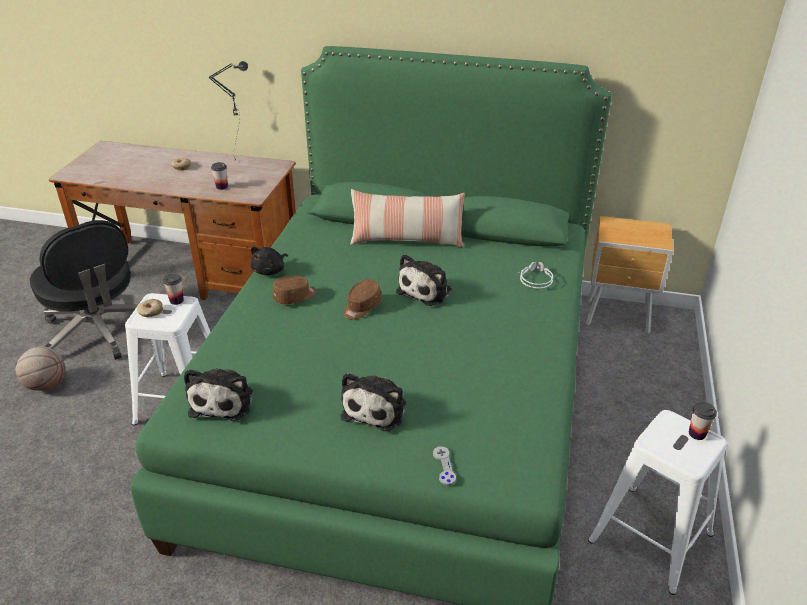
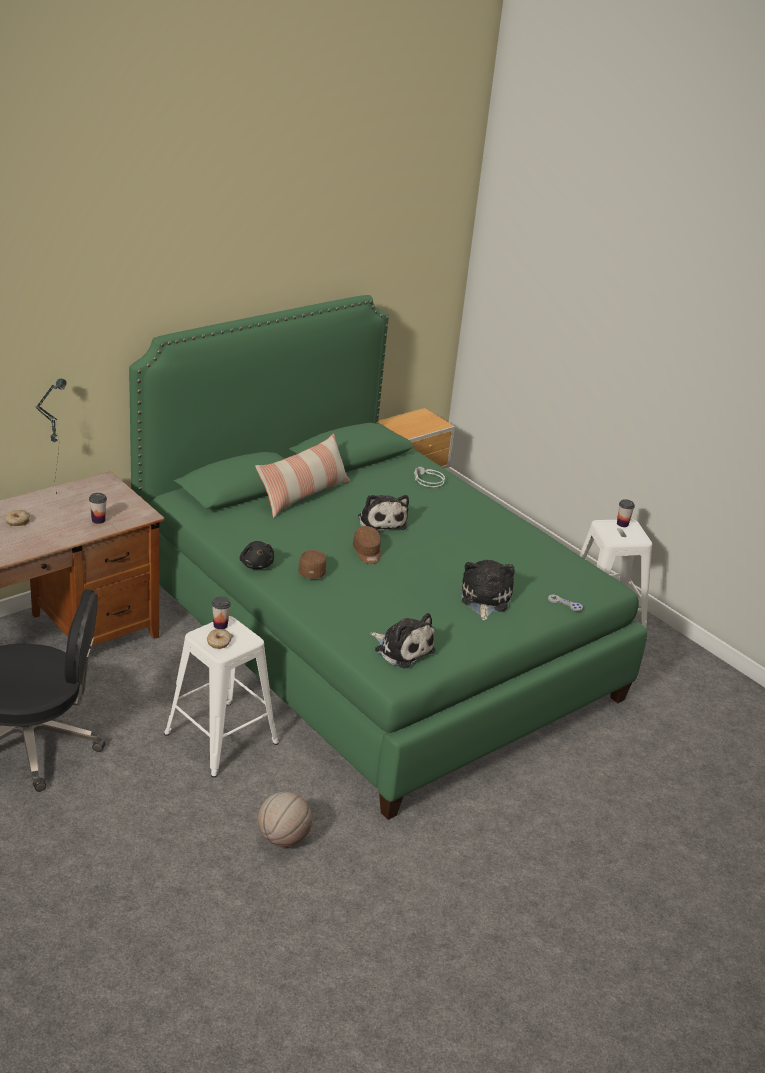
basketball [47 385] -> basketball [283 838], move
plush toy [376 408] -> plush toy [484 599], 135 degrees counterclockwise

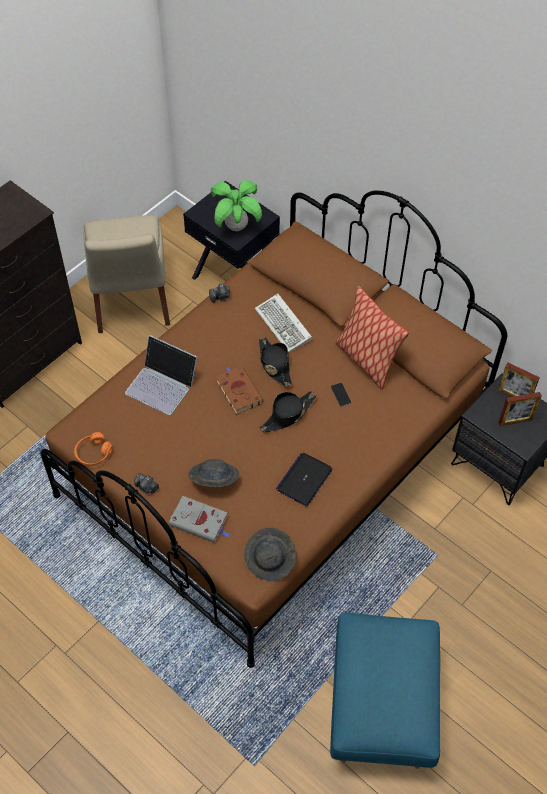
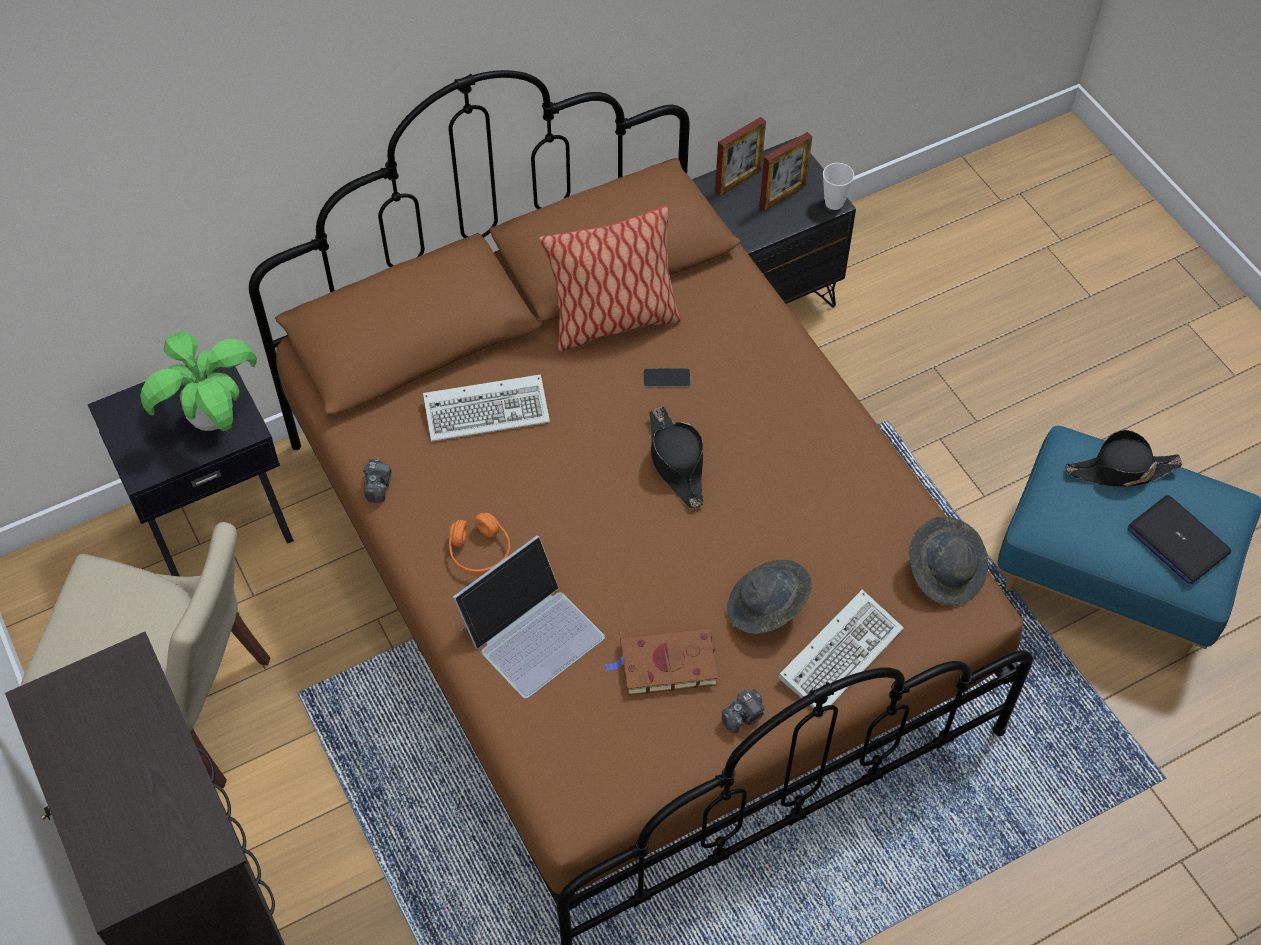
black hat [274 364] -> black hat [1121 470], move
brown book [238 391] -> brown book [665 665], move
picture frame [515 421] -> picture frame [782 196], 45 degrees clockwise
orange headphones [93 453] -> orange headphones [480 552], move
laptop [304 479] -> laptop [1177 540], move
grey book [200 521] -> keyboard [841 651]
none -> cup [834 203]

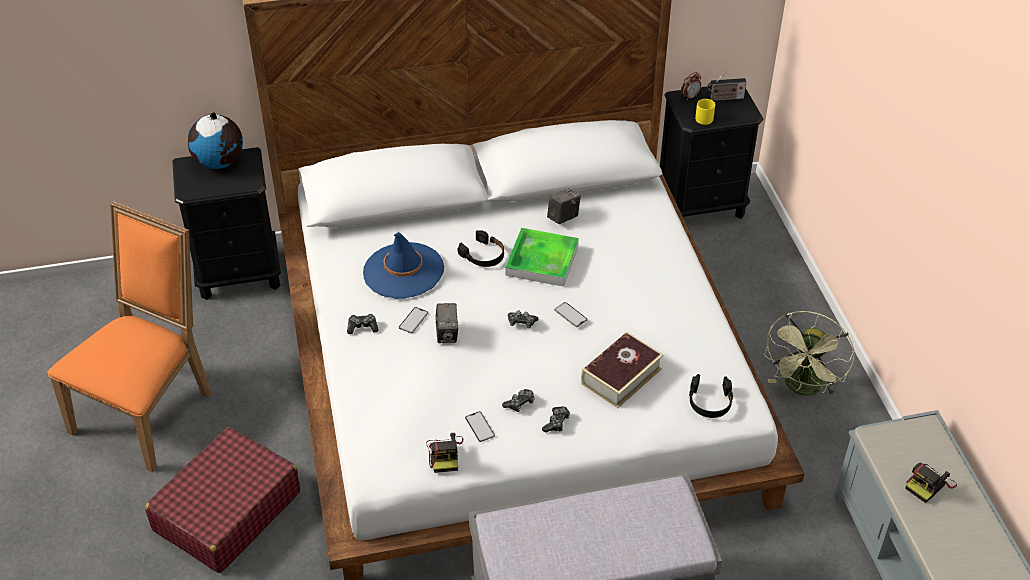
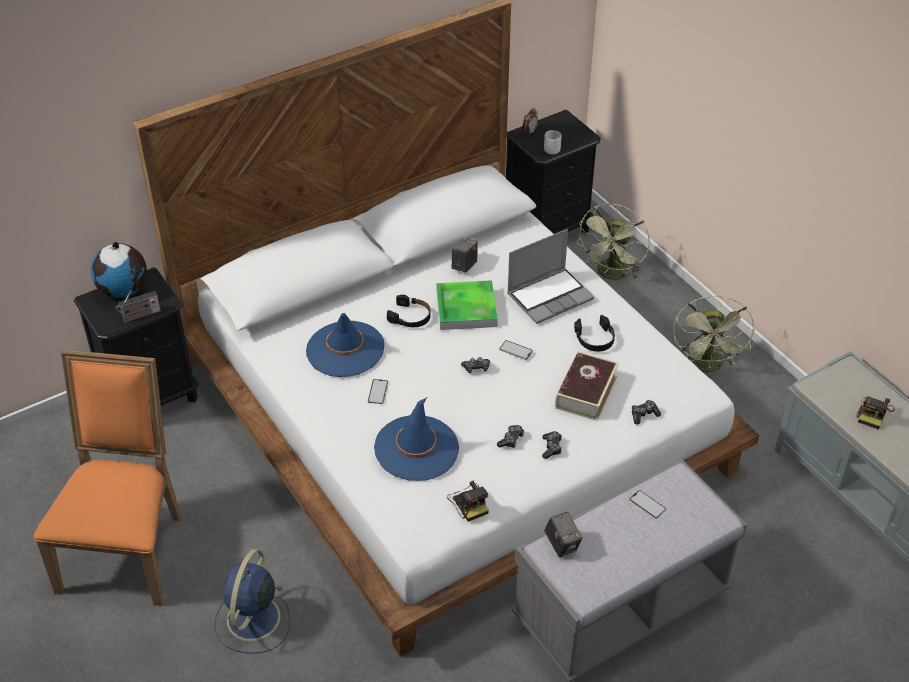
radio [724 98] -> radio [140 315], move
yellow mug [705 118] -> grey mug [553 148]
photo camera [447 334] -> photo camera [562 545], move
game controller [362 327] -> game controller [644 415], move
black headphones [710 401] -> black headphones [595 339], move
phone [480 427] -> phone [647 504], move
red suitcase [226 511] -> blue fan [252 620]
none -> green fan [612 275]
none -> laptop [550 296]
none -> blue hat [416 448]

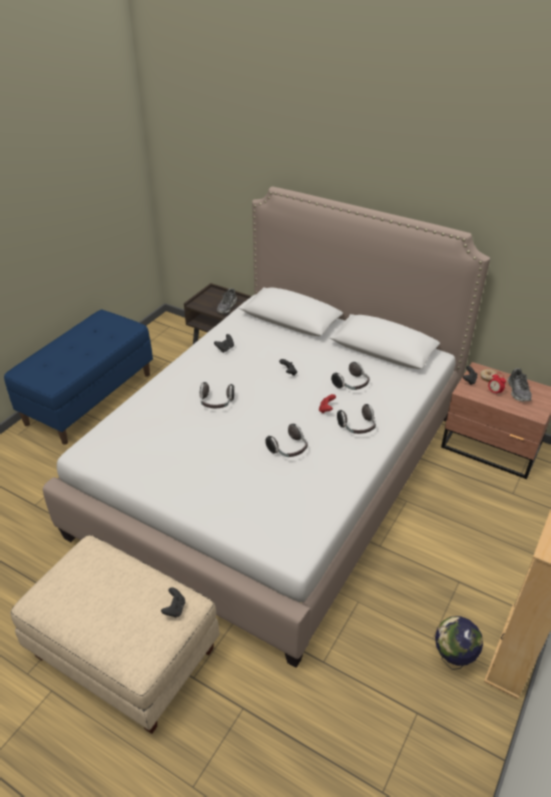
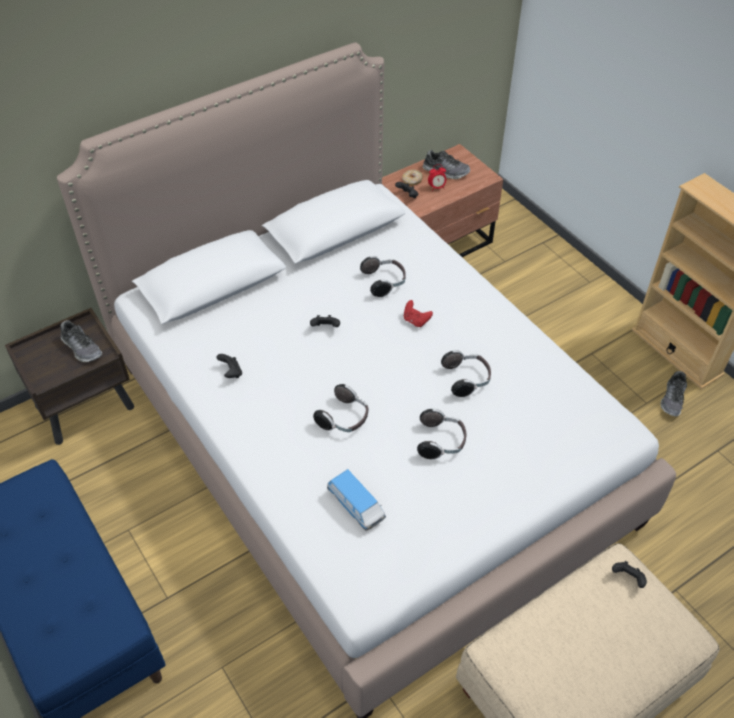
headphones [357 427] -> headphones [441 442], move
globe [452 659] -> shoe [672 399]
none -> toy car [356 505]

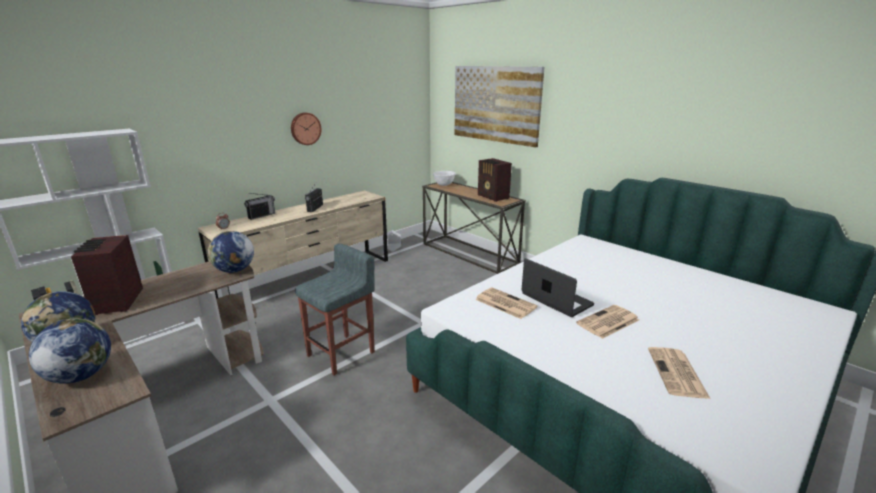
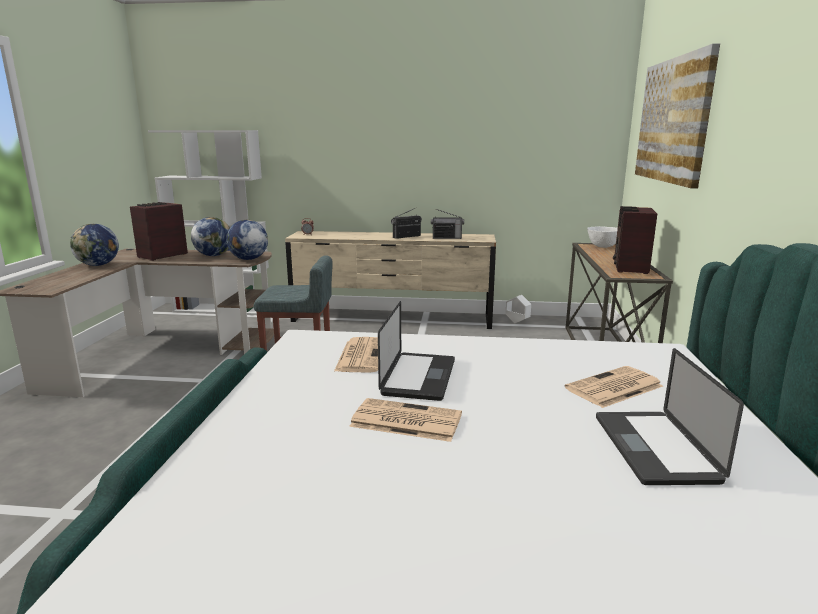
wall clock [305 128] -> none
radio [261 216] -> radio [447 238], move
globe [80 376] -> globe [214 255], move
newspaper [677 373] -> newspaper [613 388], move
none -> laptop [654 448]

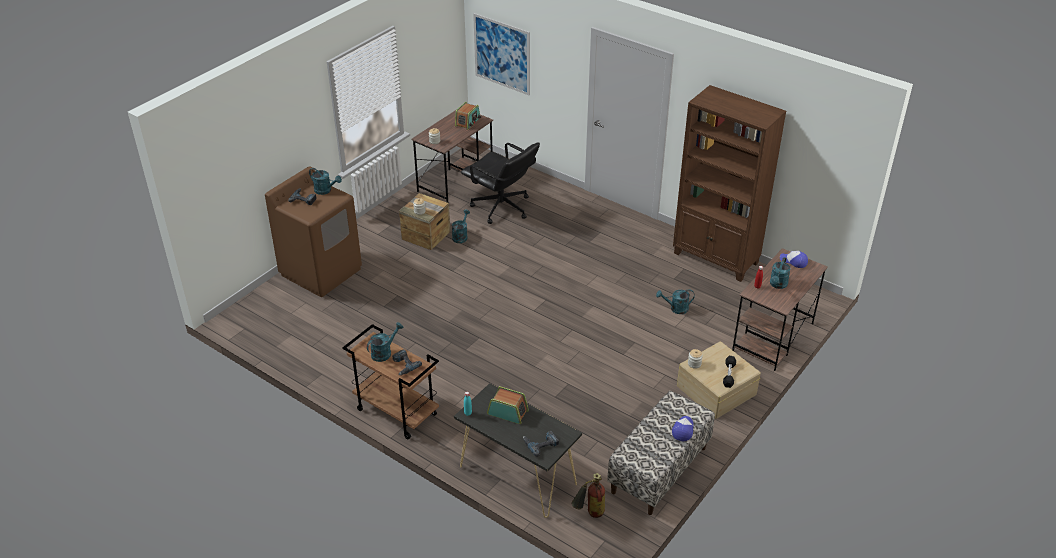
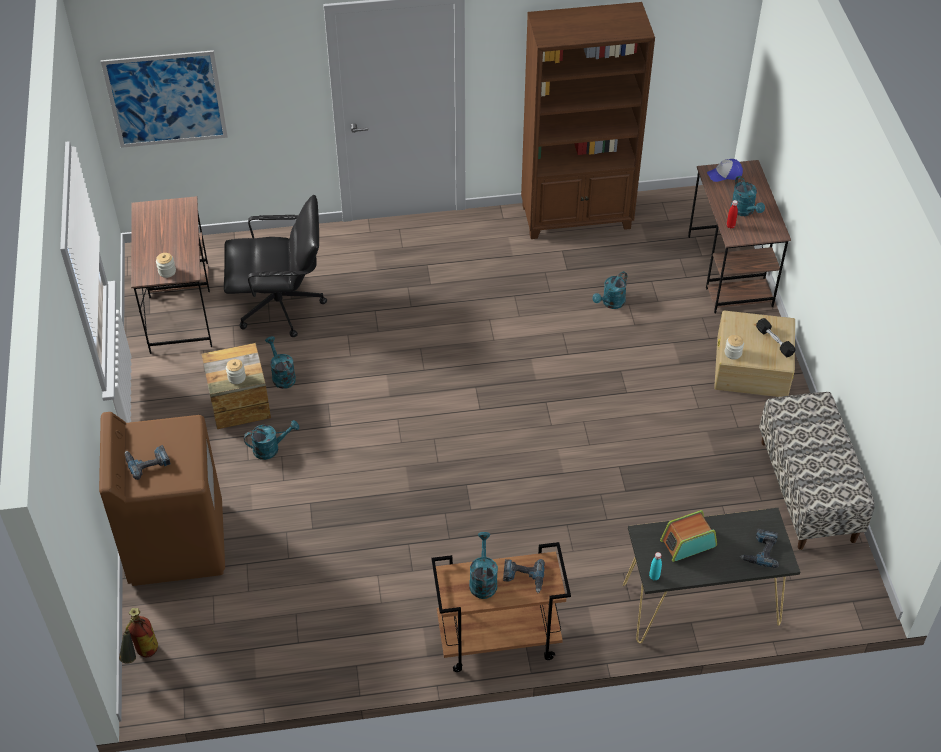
radio [468 122] -> none
turquoise watering can [325 190] -> turquoise watering can [271 448], move
cap [683 430] -> none
fire extinguisher [589 514] -> fire extinguisher [142 656], move

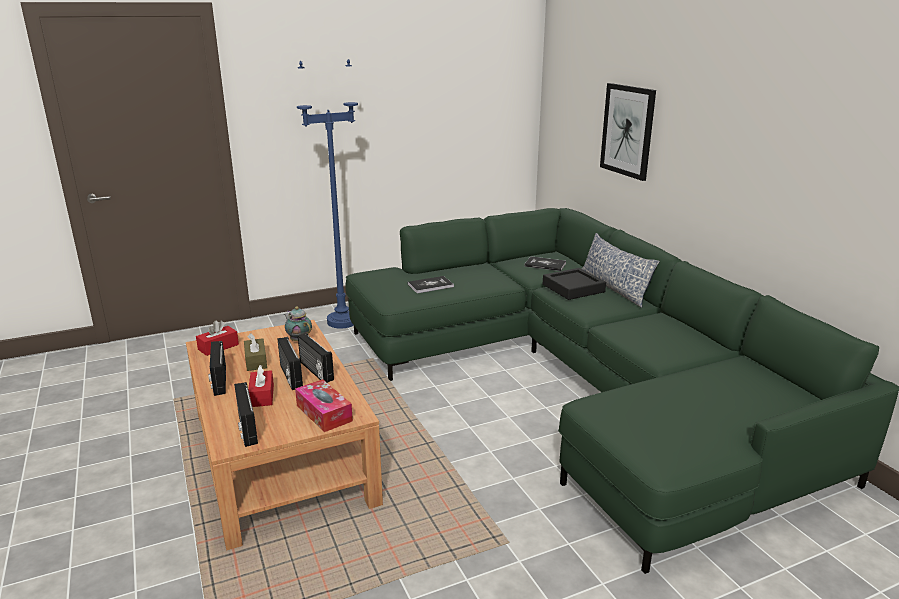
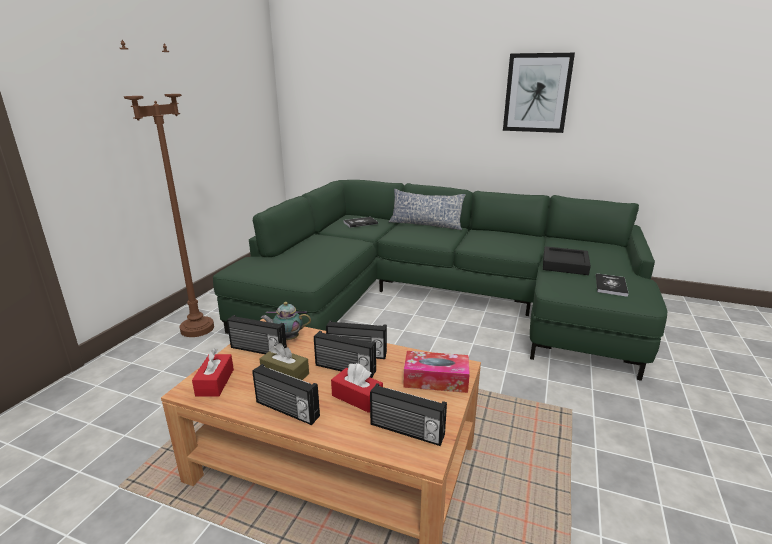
blue floor lamp [342 321] -> brown floor lamp [197 328]
picture [627 130] -> picture [537 93], move
black tray [573 288] -> black tray [564 265], move
book [430 285] -> book [610 285], move
none -> radio [258 350]

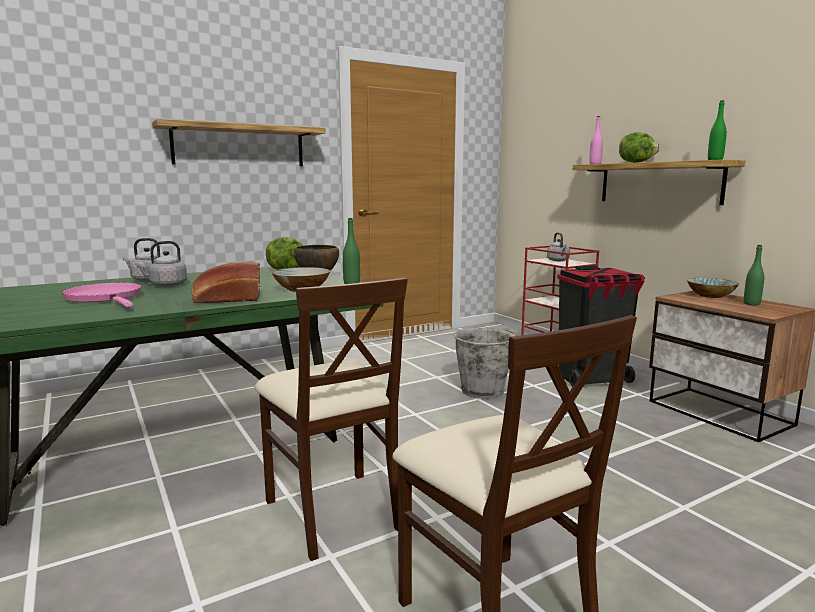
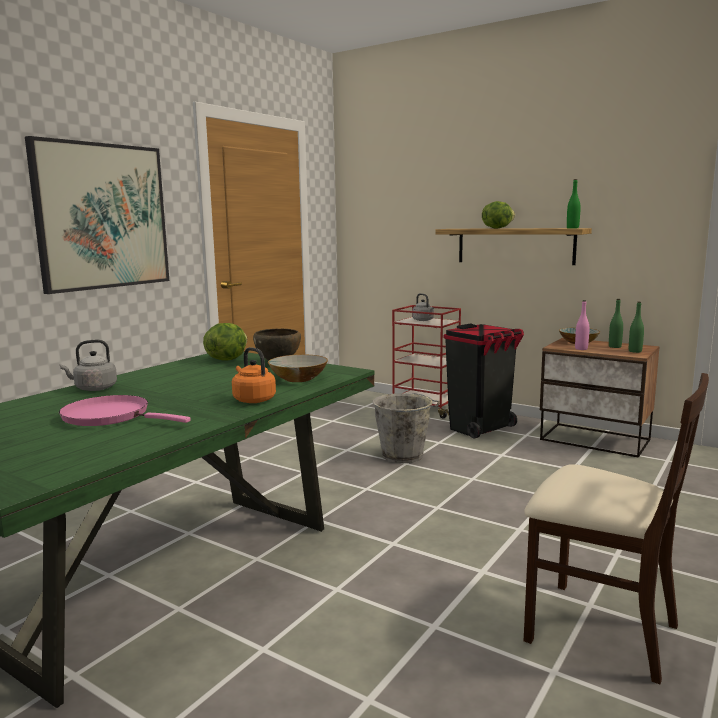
pink bottle [595 164] -> pink bottle [581 349], move
shelf [239 146] -> picture [102 216]
green bottle [351 283] -> green bottle [635 351], move
grey kettle [166 285] -> none
bread [226 299] -> orange kettle [253 400]
beige chair [334 511] -> none

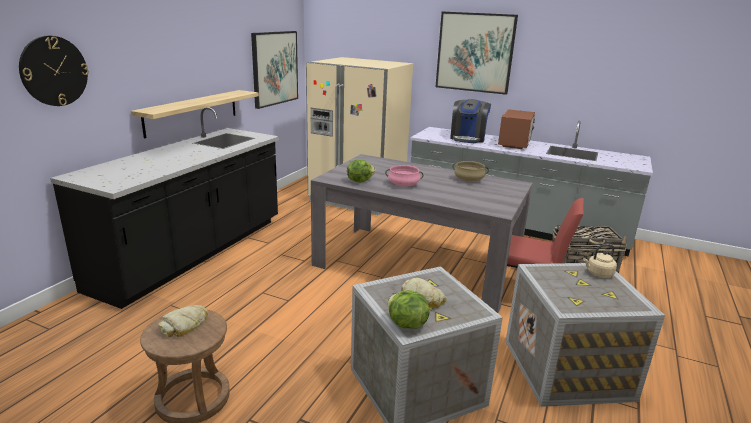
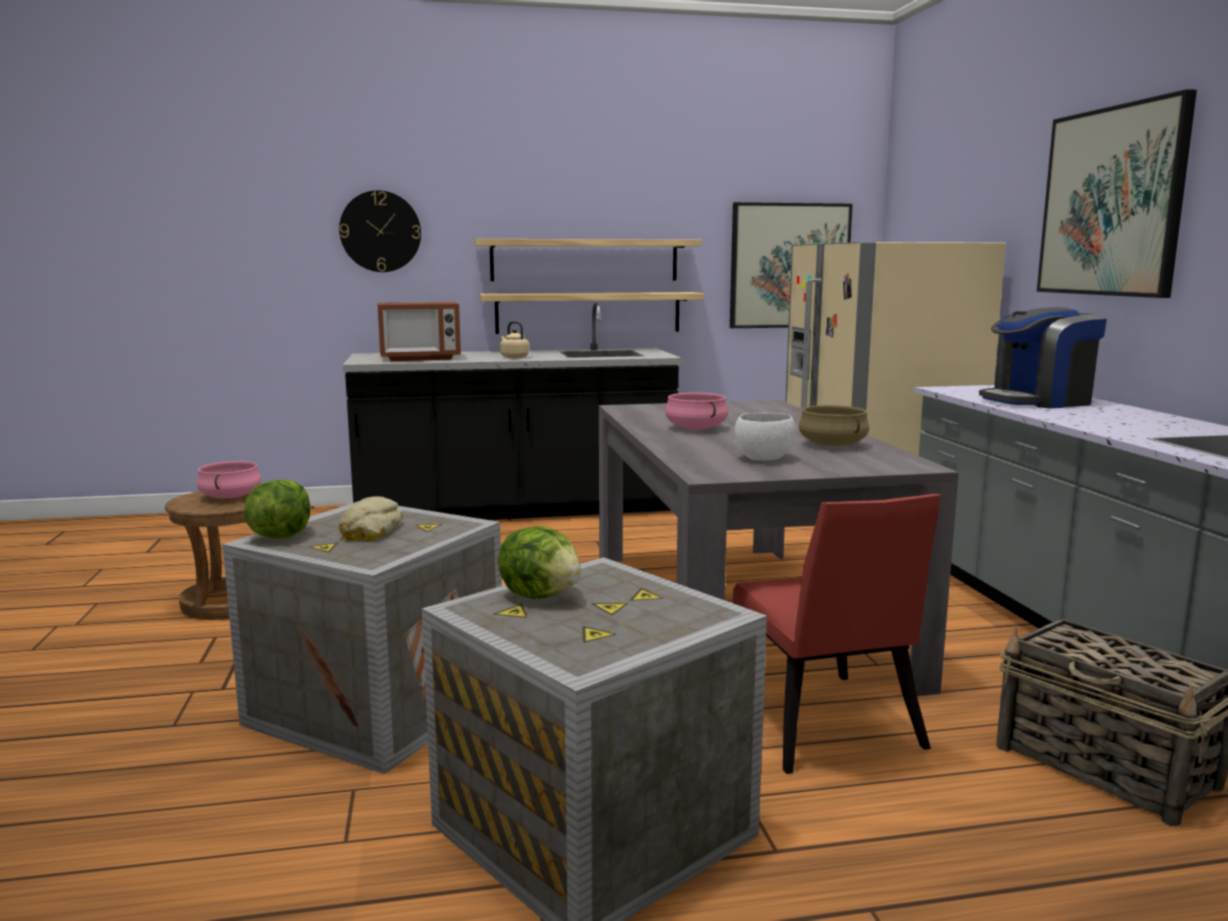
microwave [514 144] -> microwave [420 358], move
lettuce [359 181] -> lettuce [541 595], move
beige kettle [598 273] -> beige kettle [513 357], move
bread [185 325] -> pink cooking pot [231 496]
none -> shelf [584 260]
none -> white bowl [764 459]

